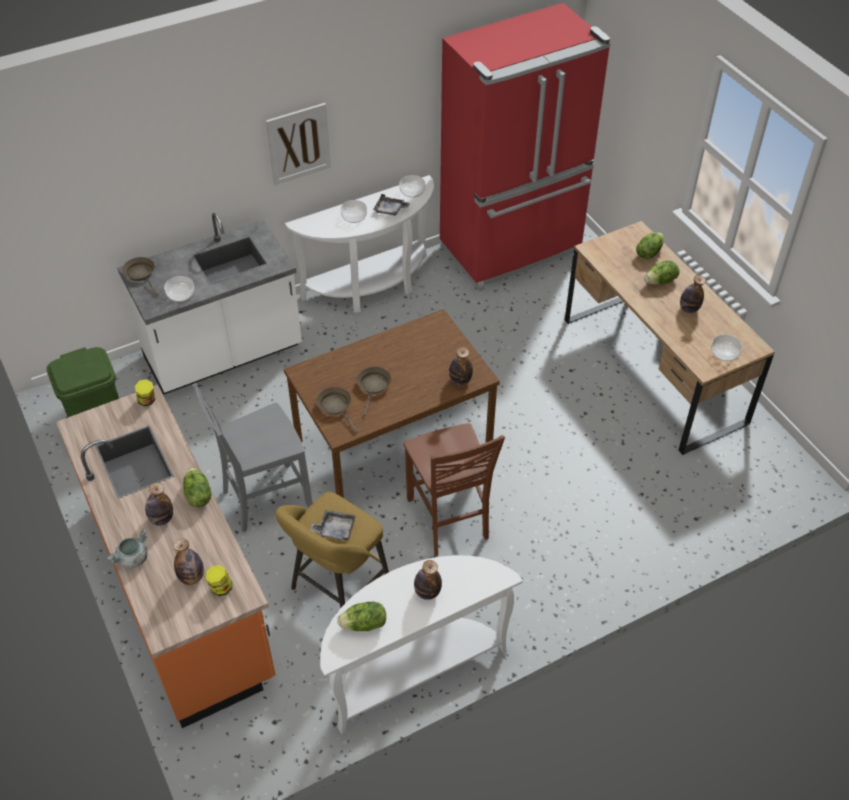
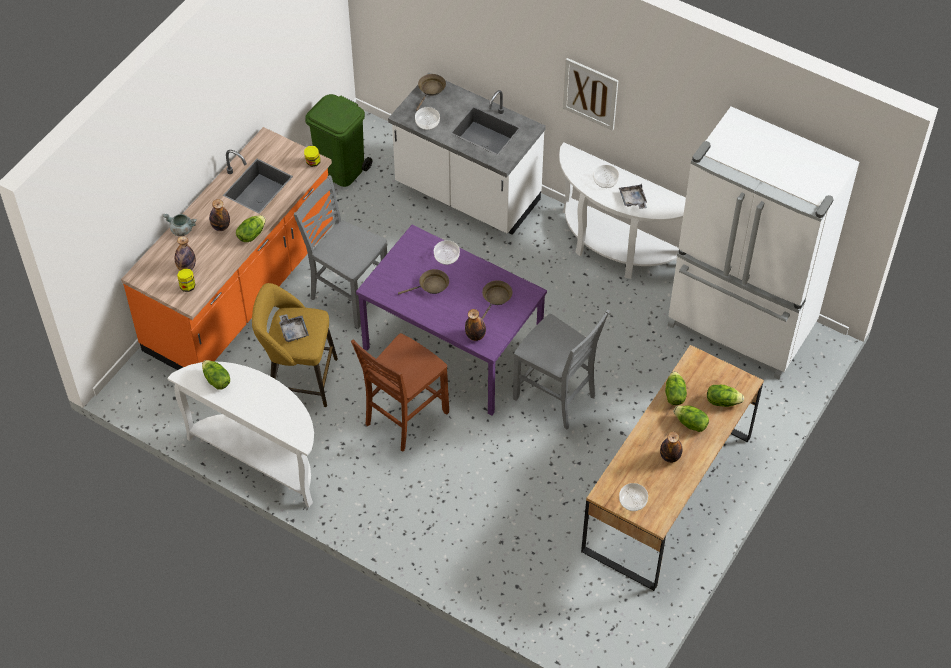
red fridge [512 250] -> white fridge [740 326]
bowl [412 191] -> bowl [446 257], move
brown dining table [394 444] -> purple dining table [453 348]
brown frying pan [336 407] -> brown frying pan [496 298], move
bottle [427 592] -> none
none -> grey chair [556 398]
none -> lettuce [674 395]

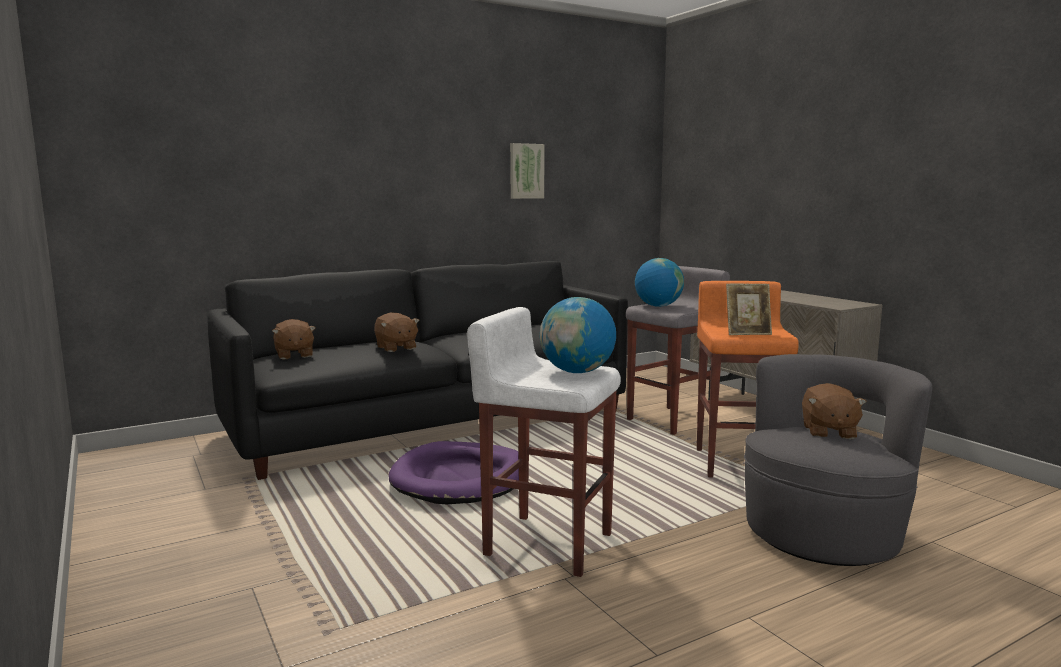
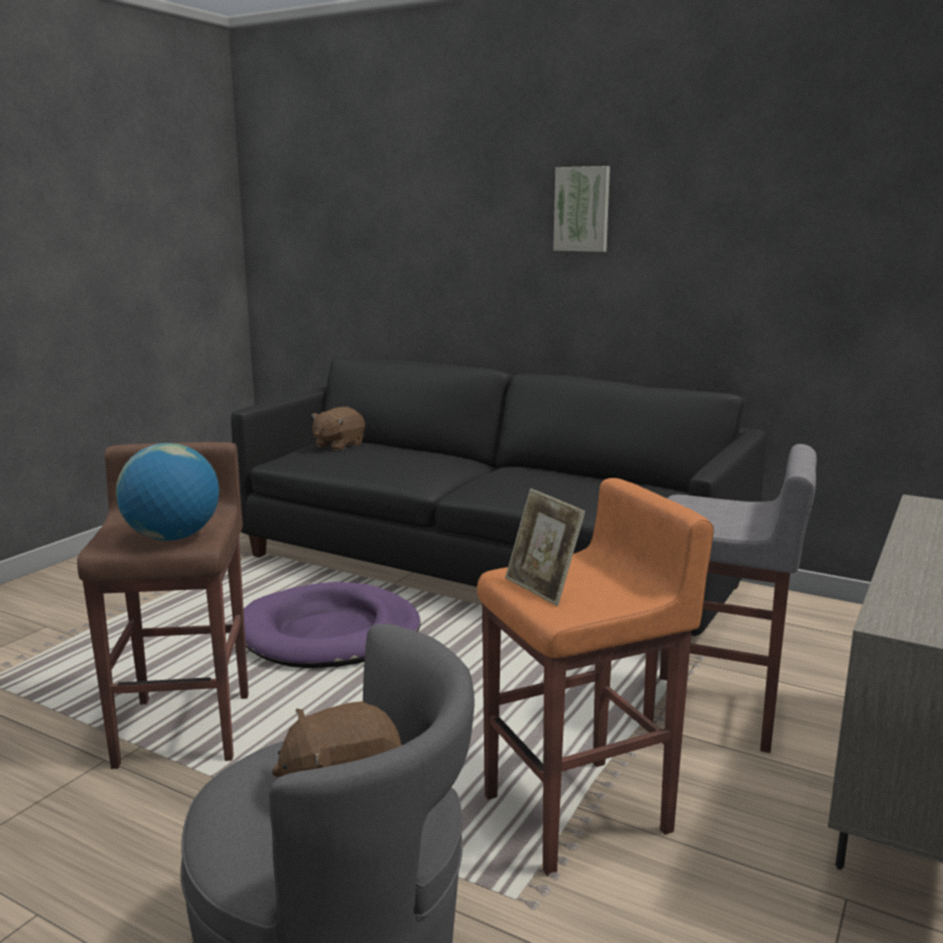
picture [526 171] -> picture [582 209], move
globe [658 306] -> none
white stool [547 543] -> brown stool [187 727]
brown plush toy [396 348] -> none

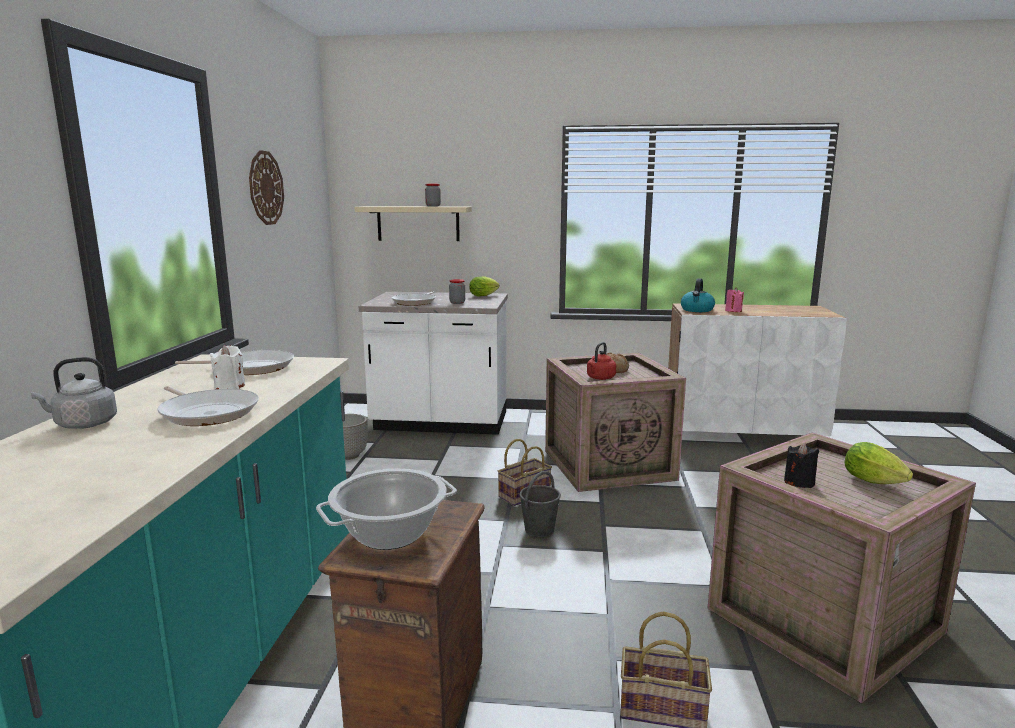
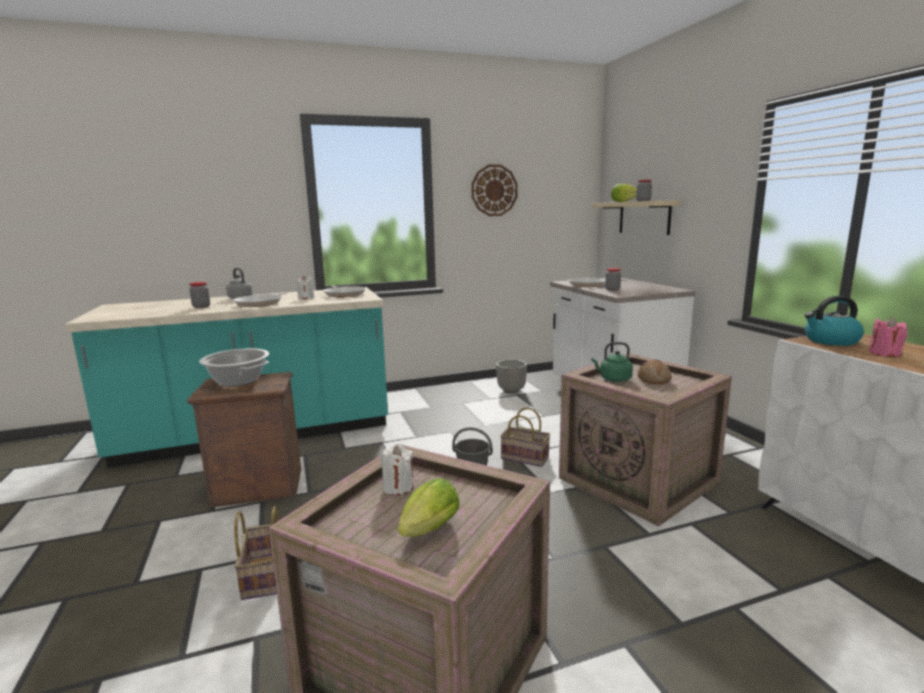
lettuce [485 295] -> lettuce [625 201], move
red kettle [600 378] -> green kettle [613 379]
black candle [799 482] -> white candle [398 487]
none -> jar [201 307]

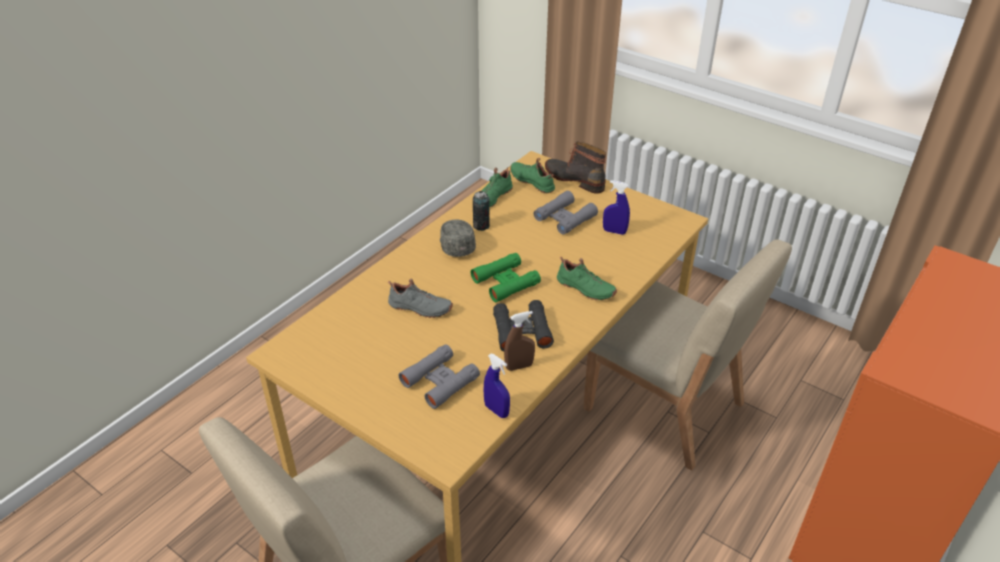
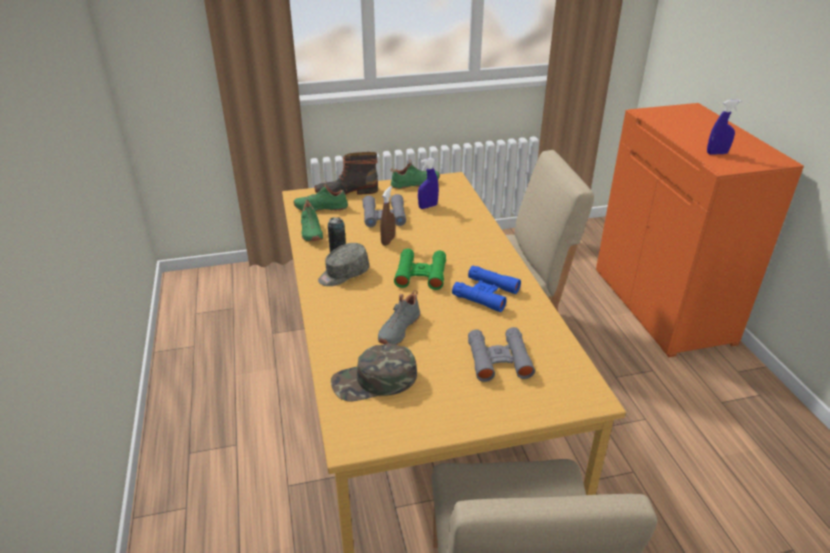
grey cap [456 244] -> grey cap [343 274], 60 degrees counterclockwise
green shoe [585 289] -> green shoe [415 184], move
grey shoe [419 309] -> grey shoe [398 329], 150 degrees clockwise
black binoculars [522 331] -> blue binoculars [486 293]
brown spray bottle [519 366] -> brown spray bottle [388 241], move
blue spray bottle [496 410] -> blue spray bottle [717 153], move
none -> green cap [374 381]

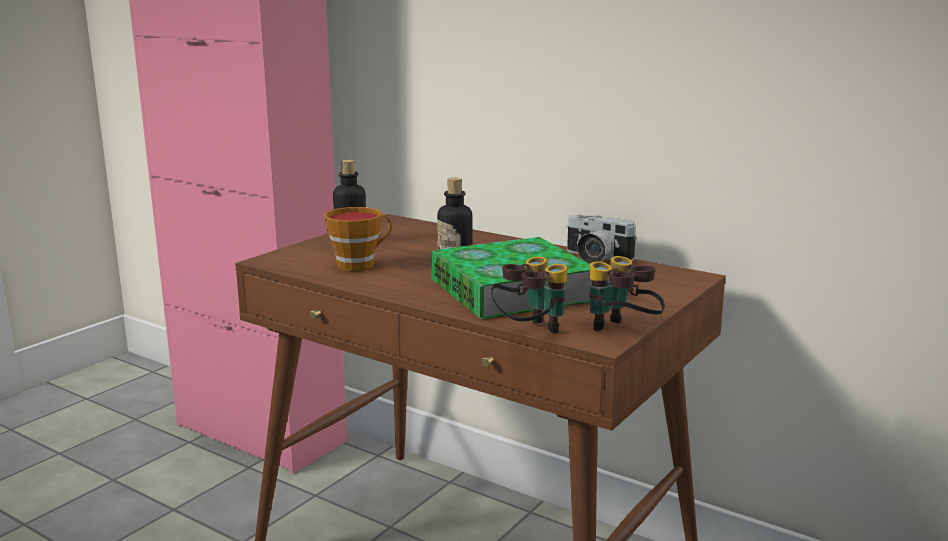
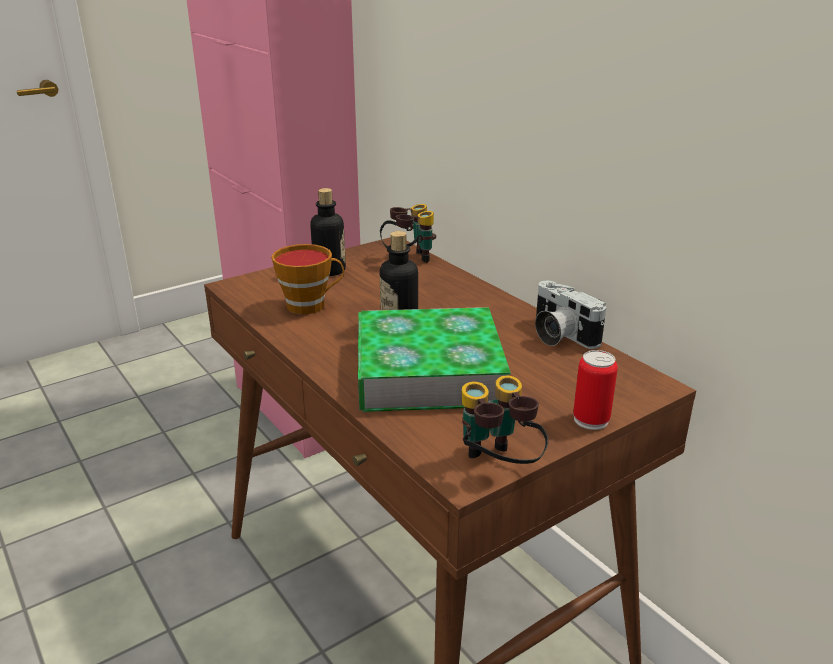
binoculars [529 332] -> binoculars [408 259], move
none -> can [591 419]

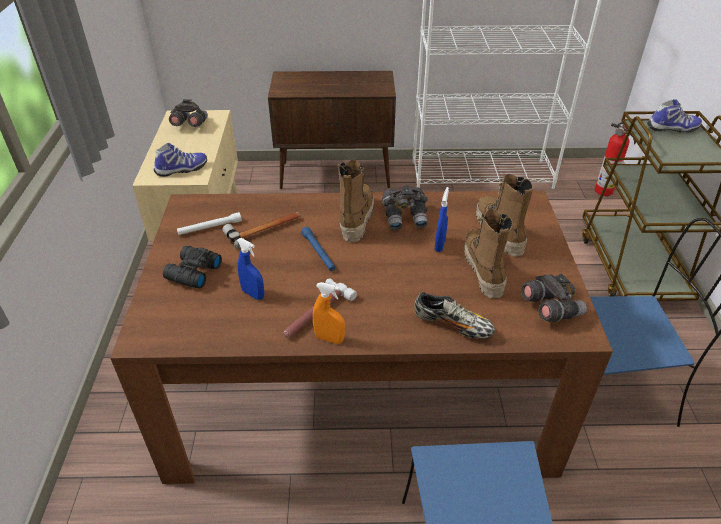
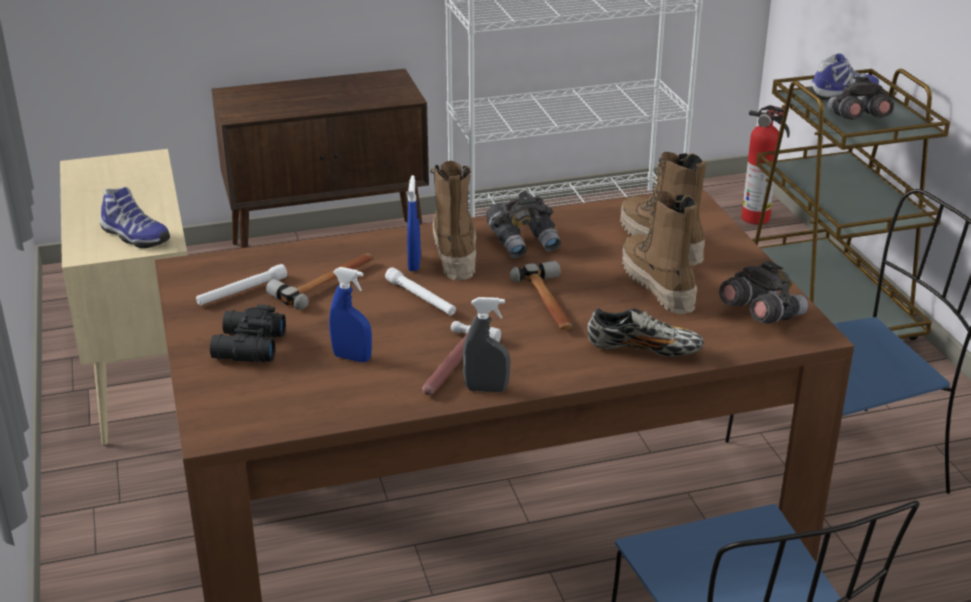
grey binoculars [190 125] -> grey binoculars [856 119], move
shoe [182 169] -> shoe [134 237], 75 degrees clockwise
blue spray bottle [440 245] -> blue spray bottle [414 264], move
blue flashlight [318 252] -> white flashlight [421 298]
orange spray bottle [329 339] -> grey spray bottle [486 389]
none -> hammer [549 303]

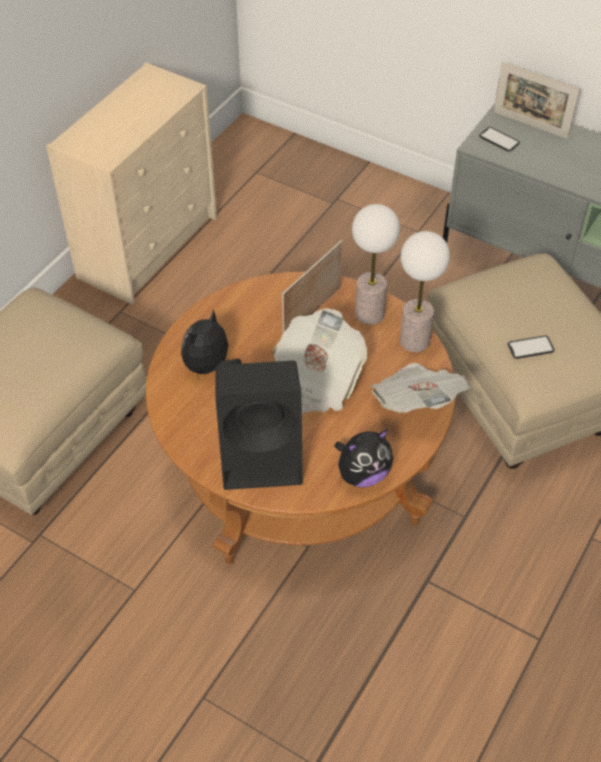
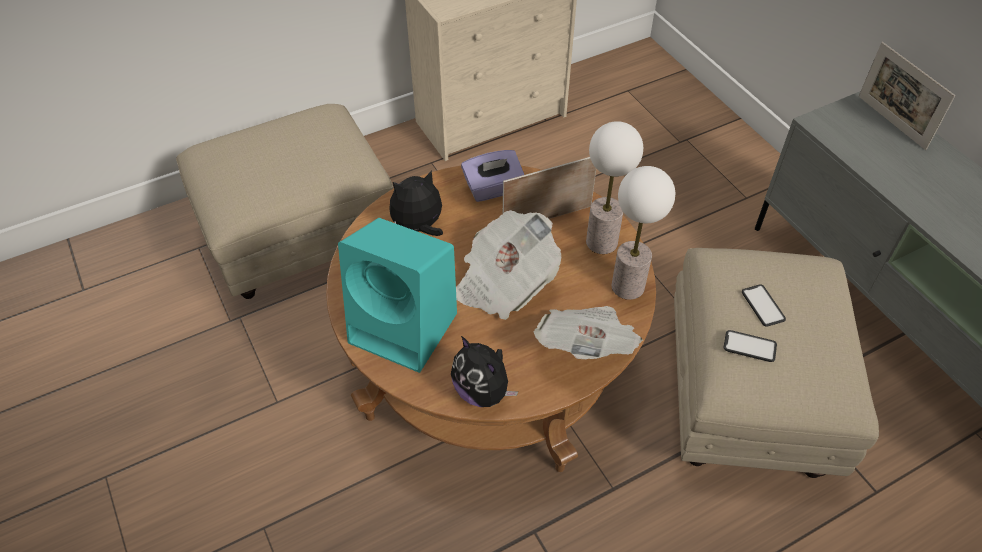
phone [499 140] -> phone [763 306], move
black speaker [263 455] -> turquoise speaker [406 328]
plush toy [362 474] -> plush toy [483 391], 45 degrees clockwise
none -> purple tissue box [493 189]

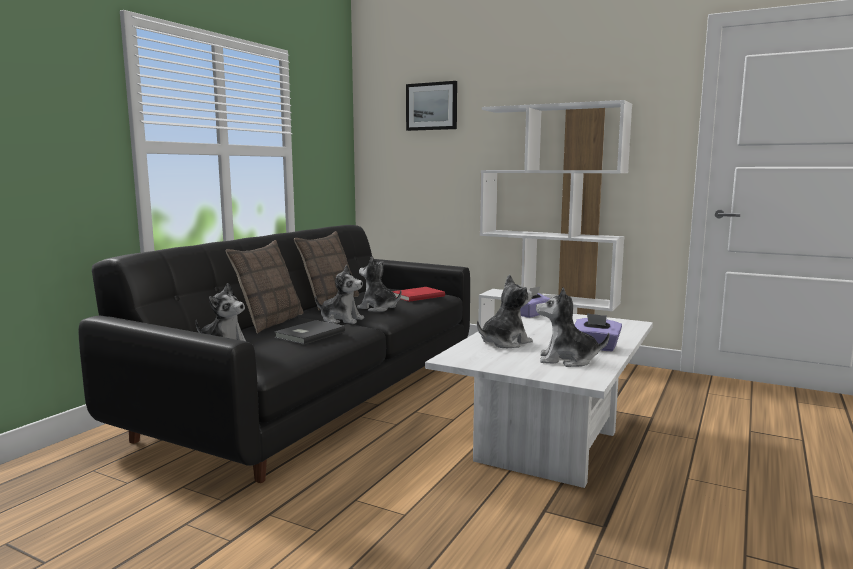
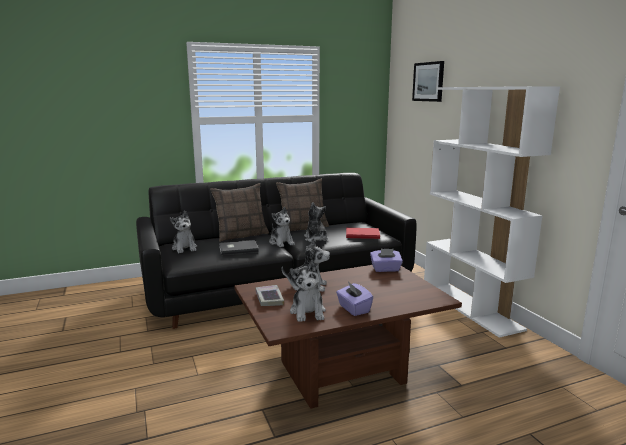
plush toy [567 360] -> plush toy [308 312], 150 degrees counterclockwise
white coffee table [547 446] -> brown coffee table [341 372]
none -> book [269 299]

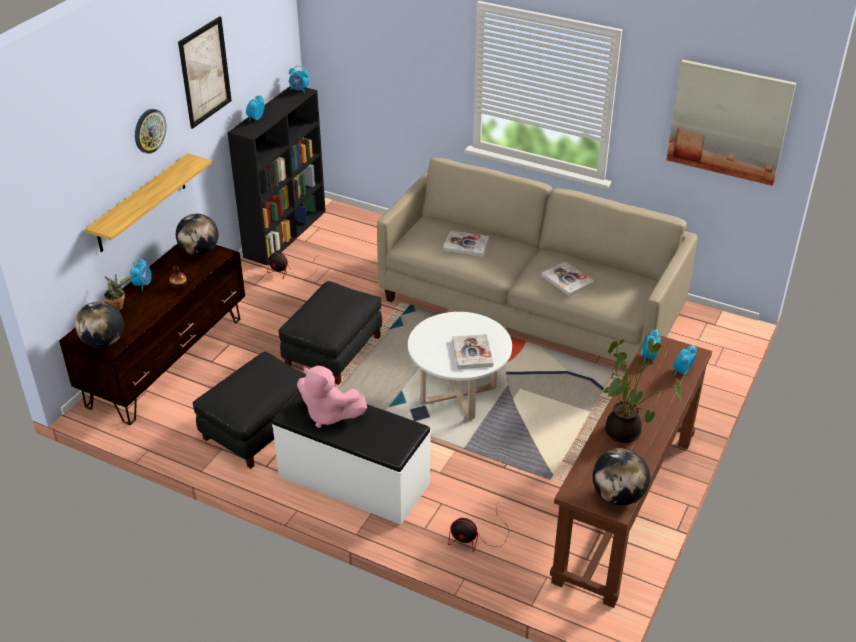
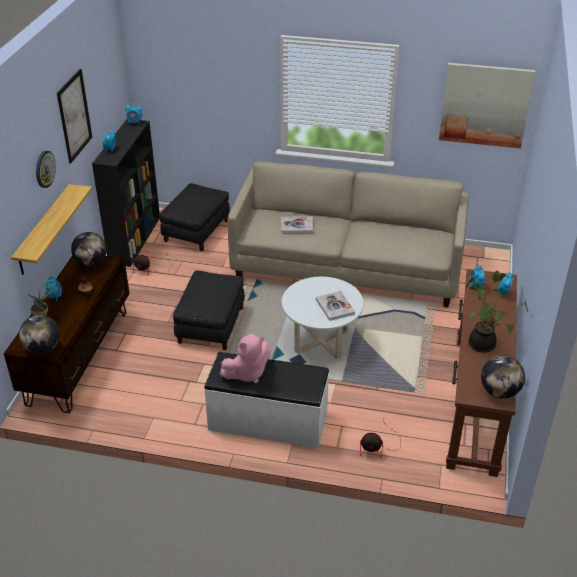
book [567 280] -> none
black ottoman [258 428] -> black ottoman [196 230], move
pink plush toy [328 414] -> pink plush toy [247 373], 45 degrees counterclockwise

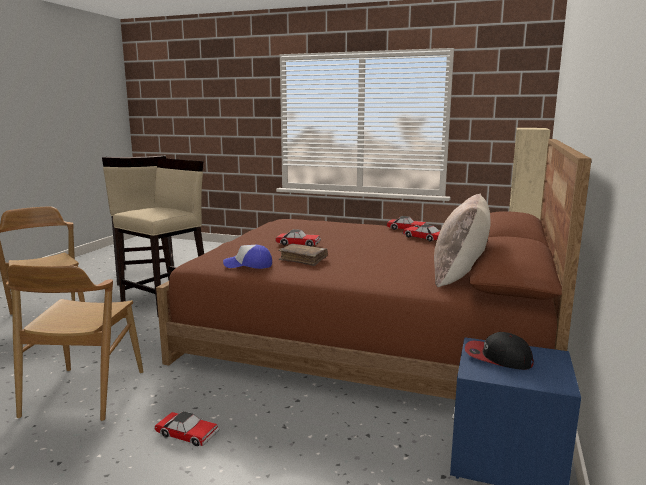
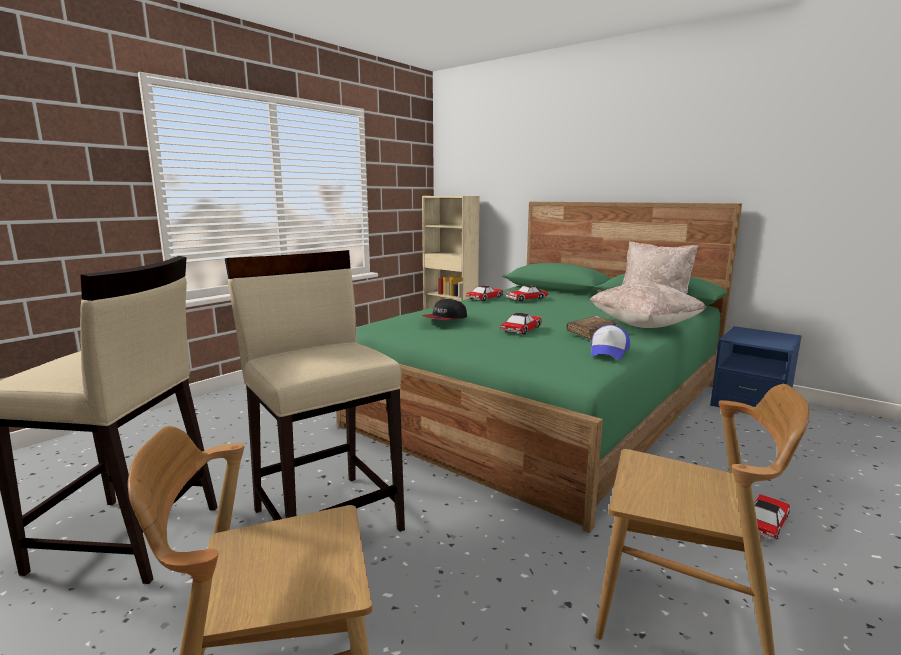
brown bed [371 336] -> green bed [547 404]
cap [497 357] -> cap [445 318], move
none -> beige pillow [644 325]

